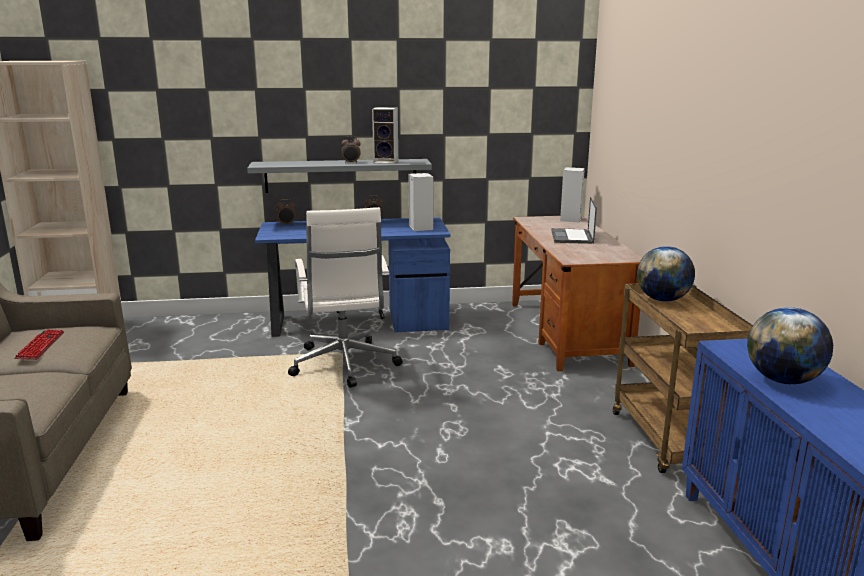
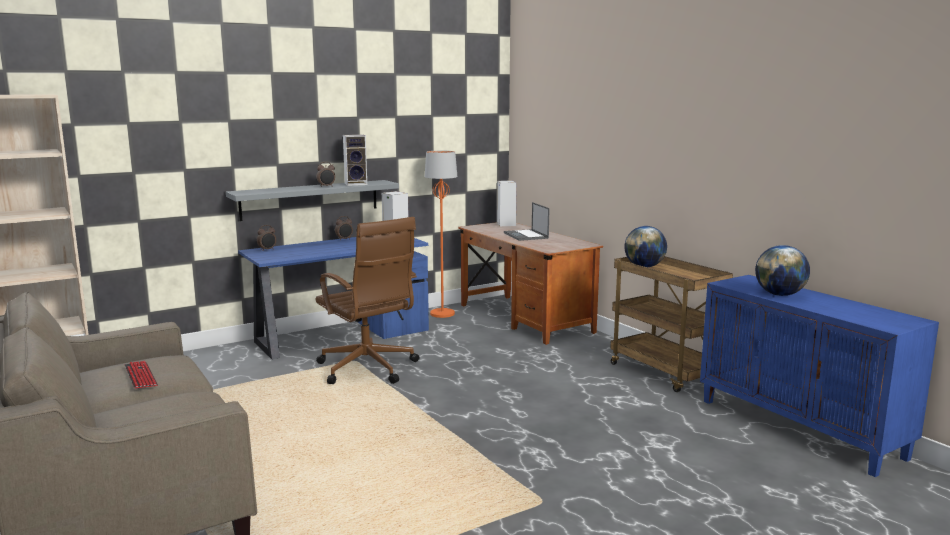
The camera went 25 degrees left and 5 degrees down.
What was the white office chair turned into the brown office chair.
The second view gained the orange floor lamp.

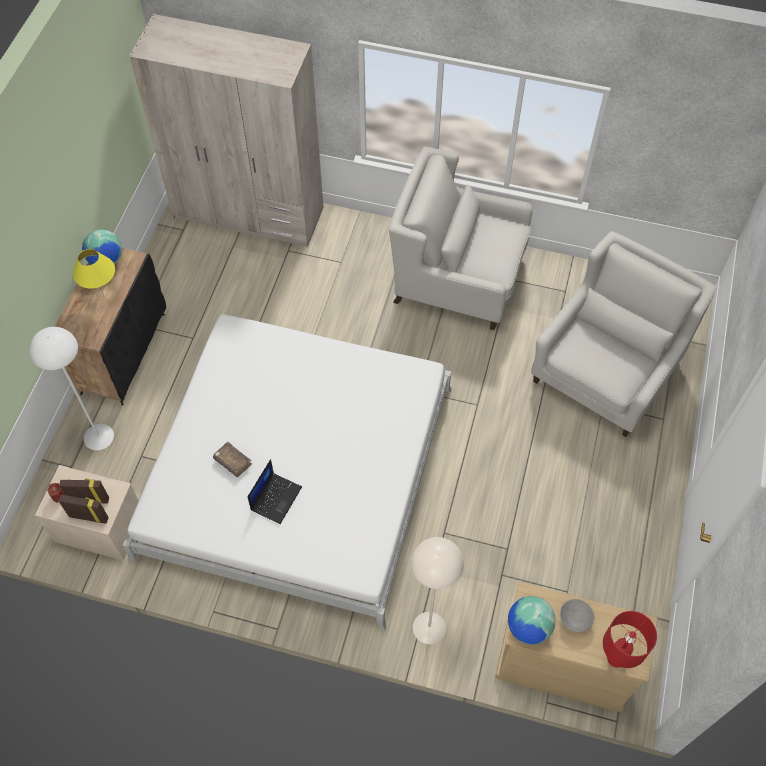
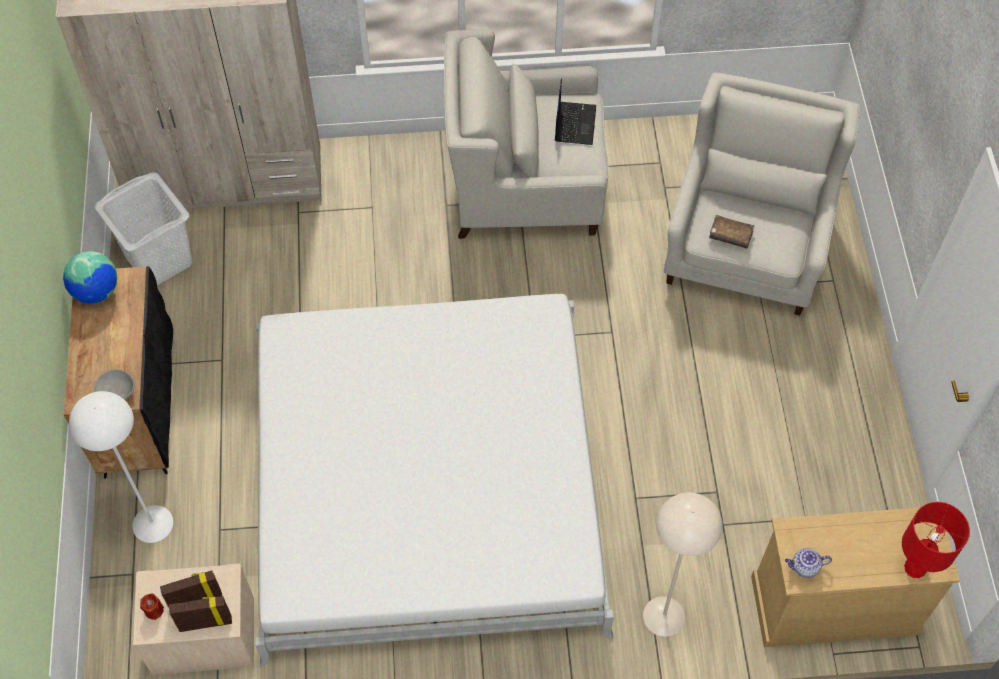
The camera went 20 degrees left and 0 degrees up.
The grey bowl ended up elsewhere.
The second view gained the white laundry basket.
The laptop ended up elsewhere.
The brown book ended up elsewhere.
Where the globe (2nd from left) stood, the teapot came to stand.
The second view lost the yellow table lamp.

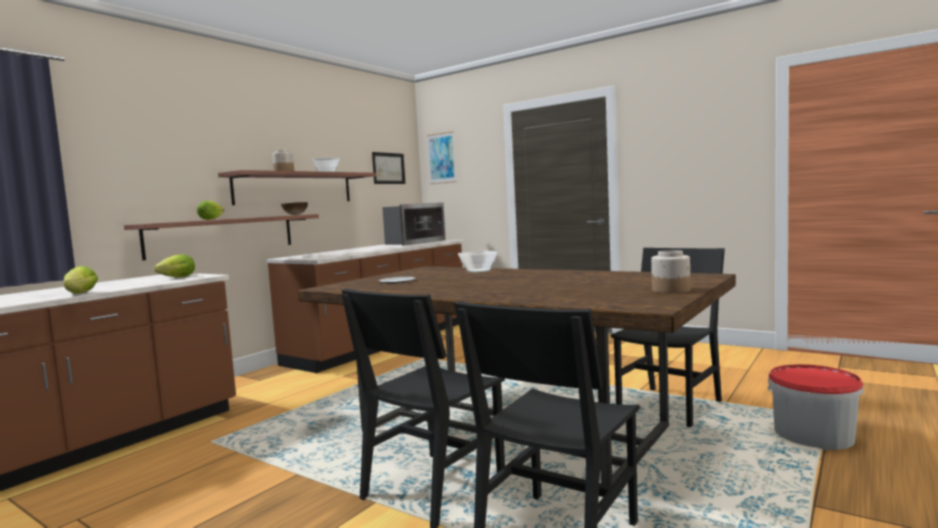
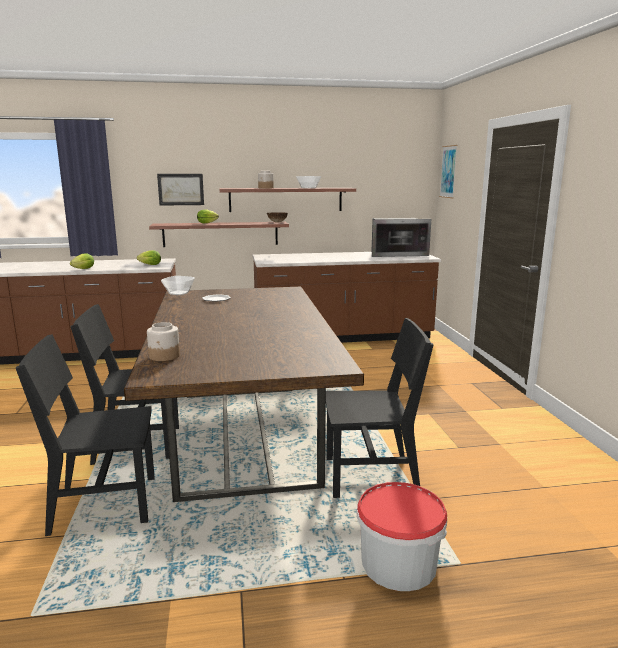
The camera went 45 degrees right and 10 degrees up.
The jar (2nd from left in the first image) ended up elsewhere.
The picture (1st from left) ended up elsewhere.
The bowl (3rd from left in the first image) ended up elsewhere.

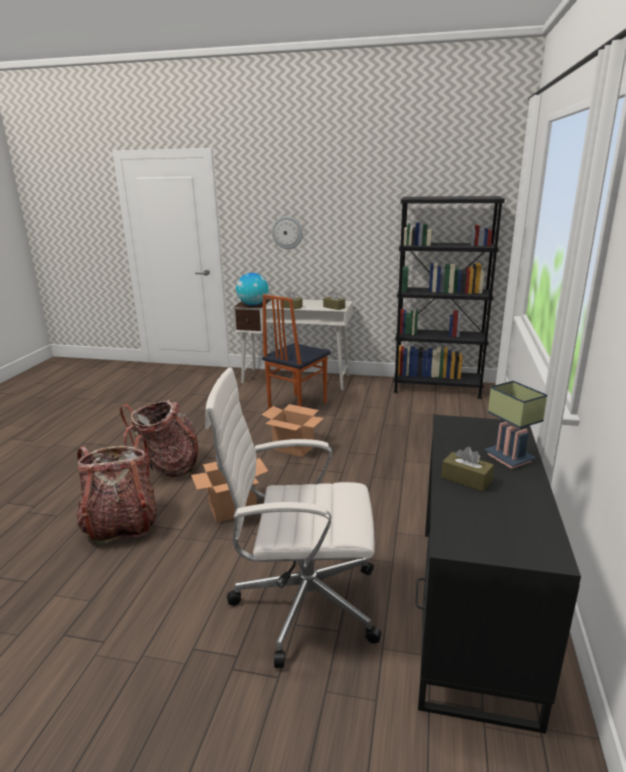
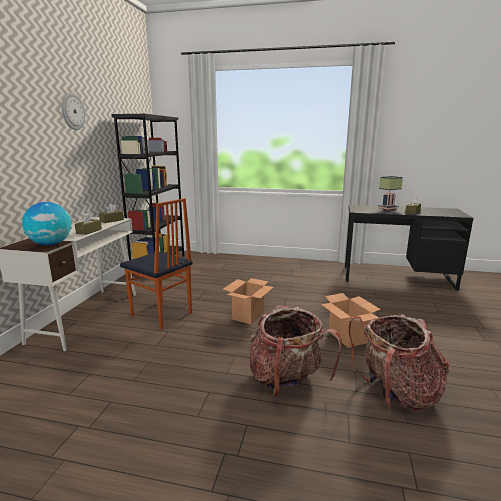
The camera went 90 degrees left and 5 degrees down.
The wall clock ended up elsewhere.
The second view lost the white office chair.

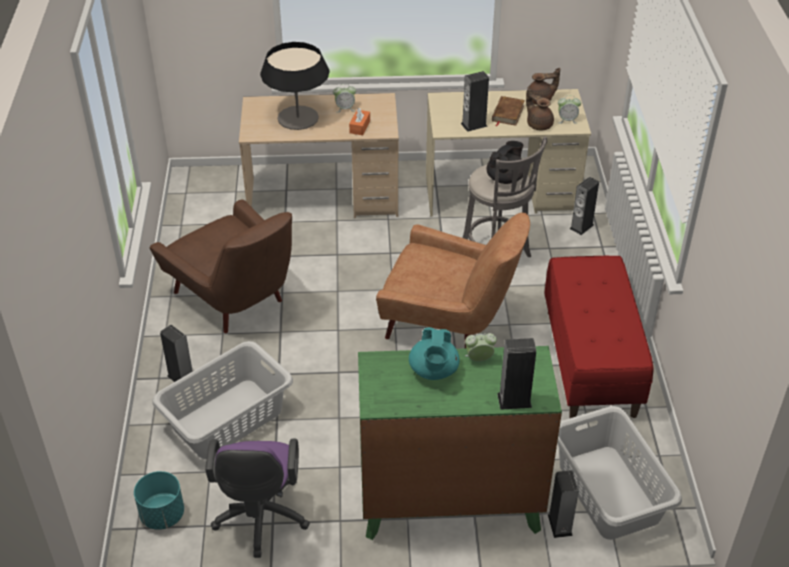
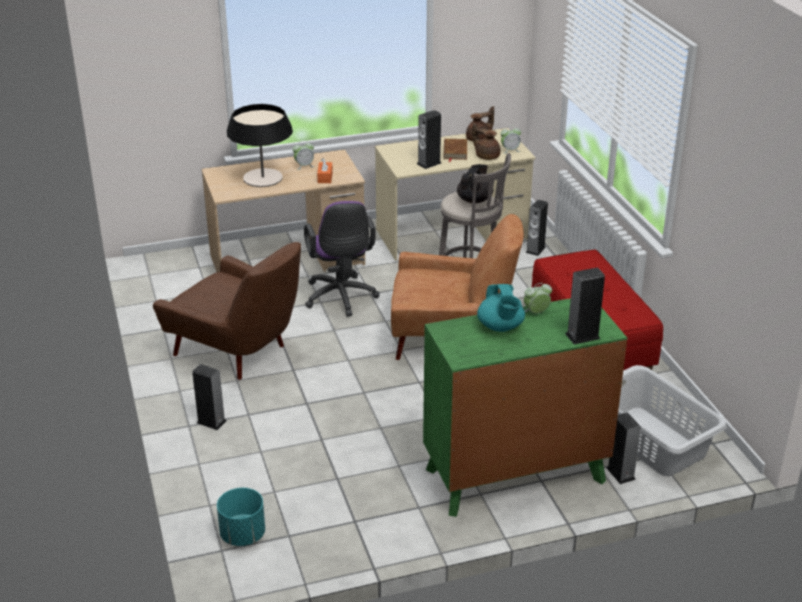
The camera went 15 degrees left and 10 degrees down.
The purple office chair ended up elsewhere.
The second view lost the grey laundry basket (1st from left).

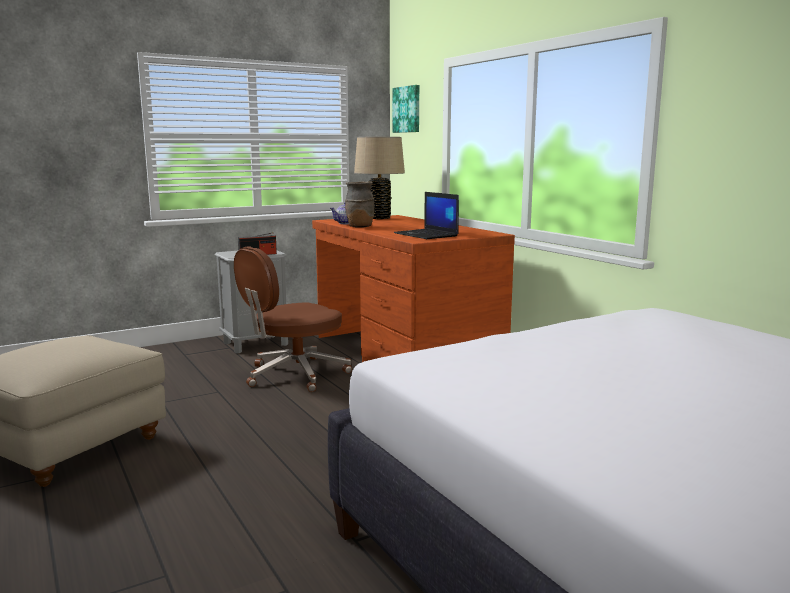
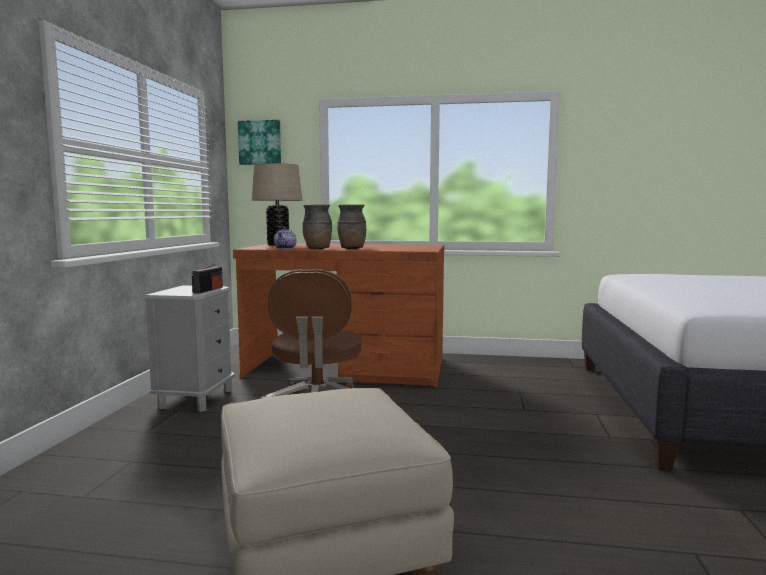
The camera went 50 degrees left and 5 degrees down.
The second view gained the brown vase (2nd from left).
The second view lost the laptop.

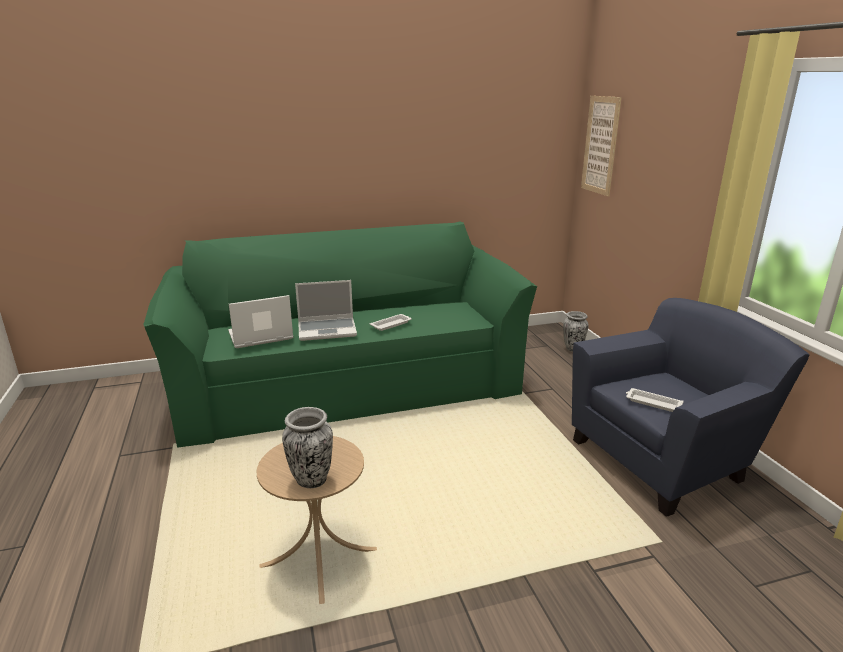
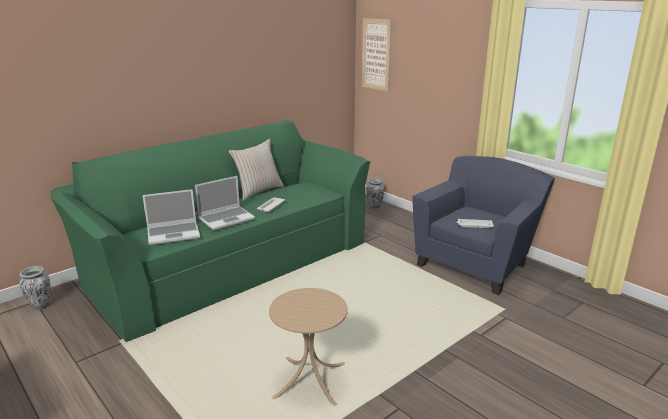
The camera went 25 degrees left and 0 degrees up.
The vase (1st from left) ended up elsewhere.
The laptop (1st from left) ended up facing another way, 150 degrees counterclockwise from before.
The second view gained the beige pillow.

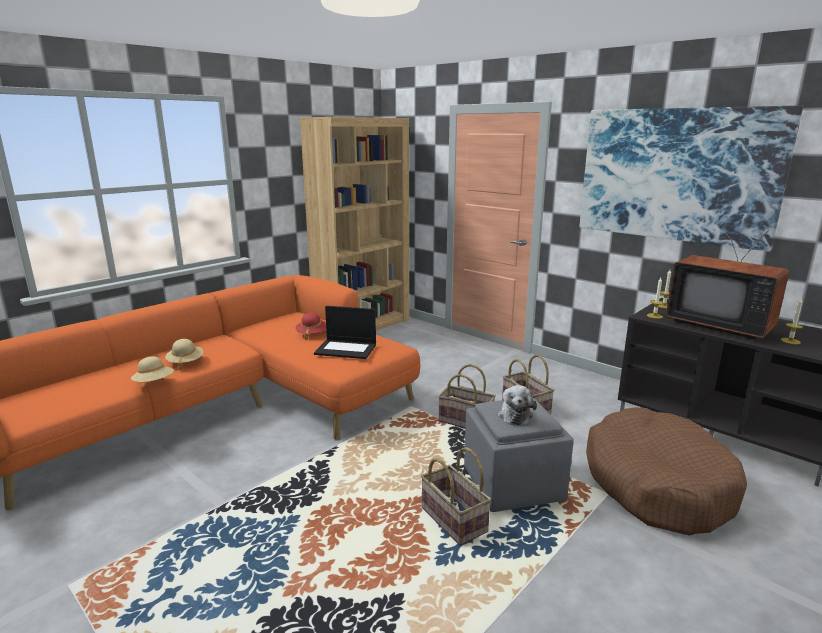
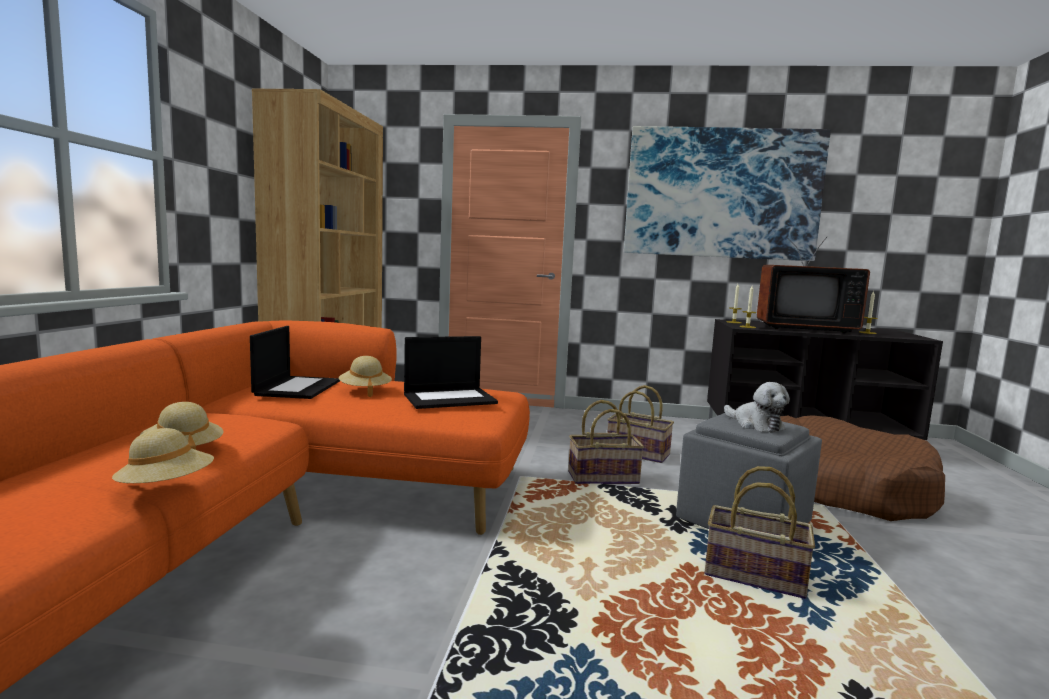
The camera went 35 degrees left and 10 degrees down.
The second view gained the laptop (1st from left).
What was the red hat turned into the beige hat (3rd from left).

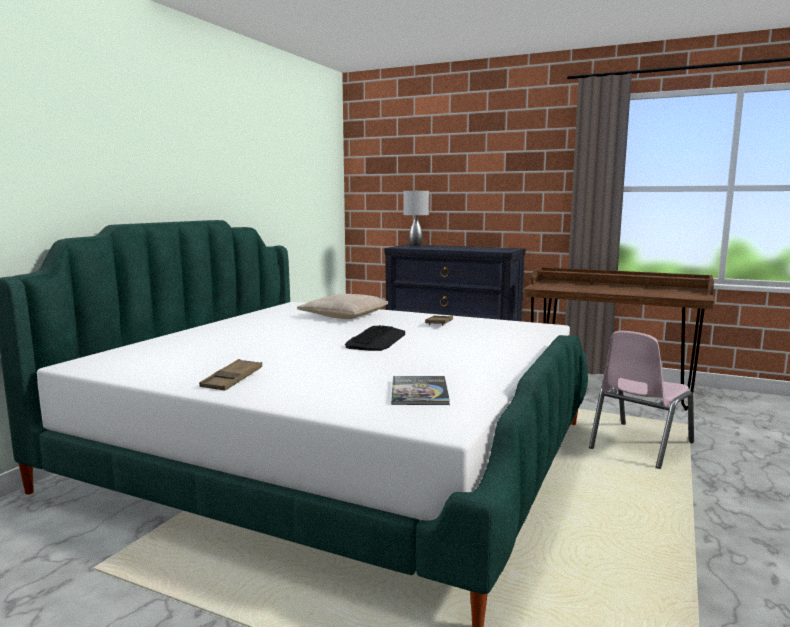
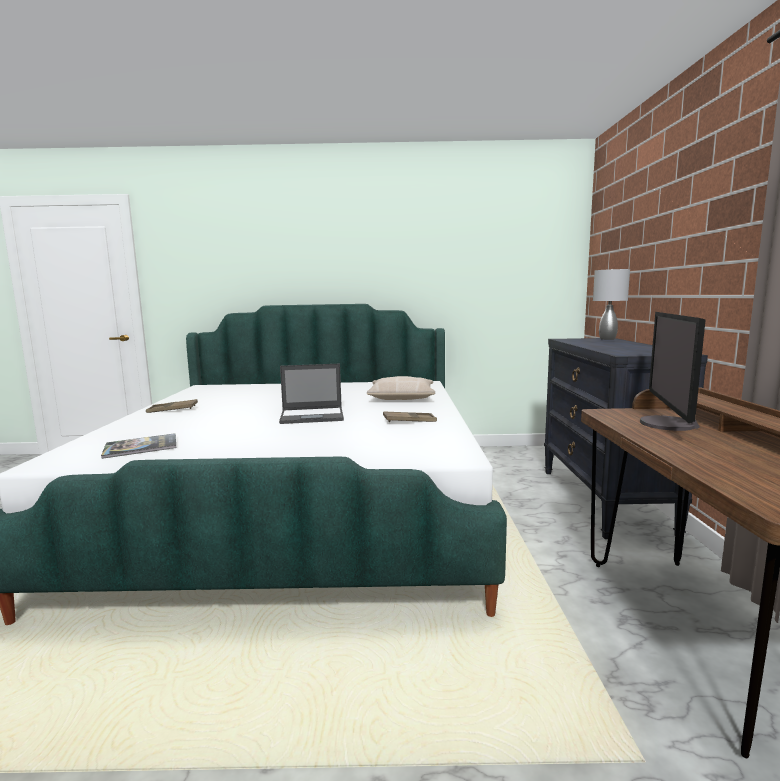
The camera went 65 degrees right and 0 degrees up.
Where the keyboard stood, the laptop came to stand.
The second view gained the monitor.
The second view lost the pink chair.

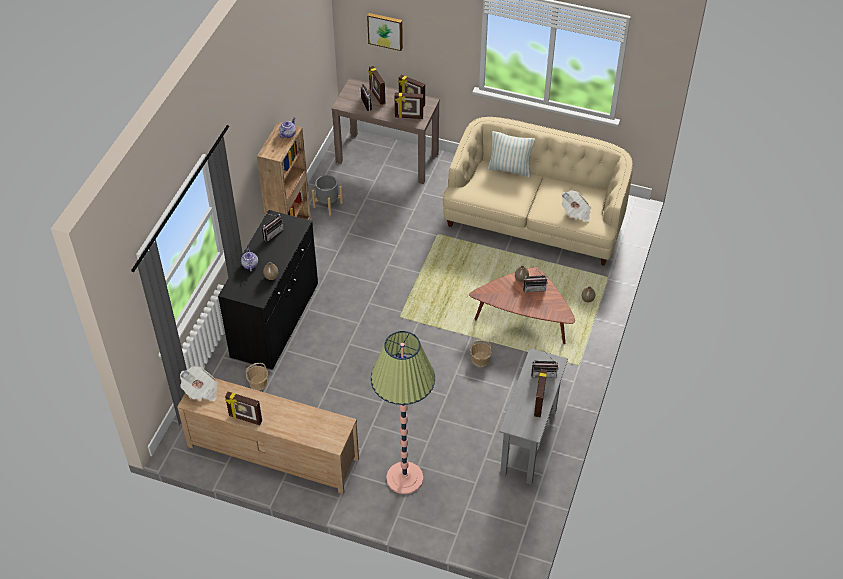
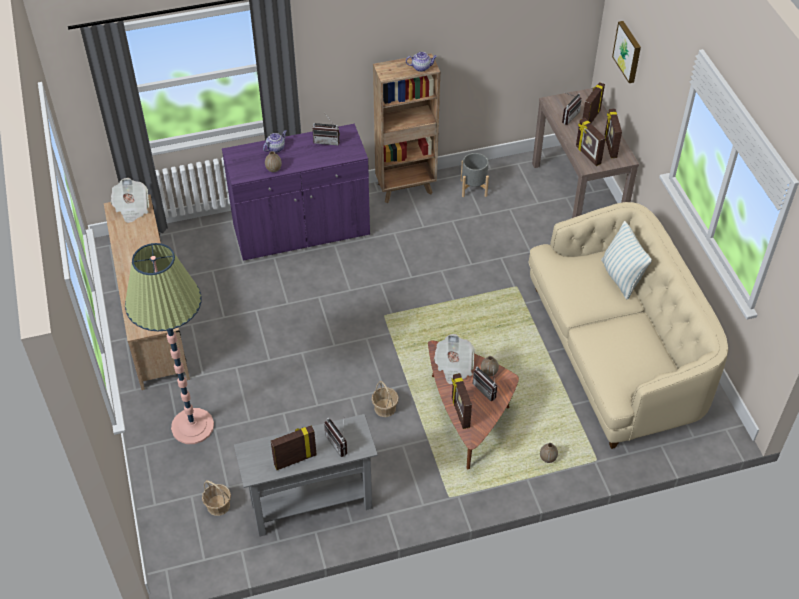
The camera went 55 degrees right and 0 degrees up.
The basket (1st from left) ended up elsewhere.
What was the black cabinet turned into the purple cabinet.
The newspaper (2nd from left) ended up elsewhere.
The picture frame (1st from left in the first image) ended up elsewhere.

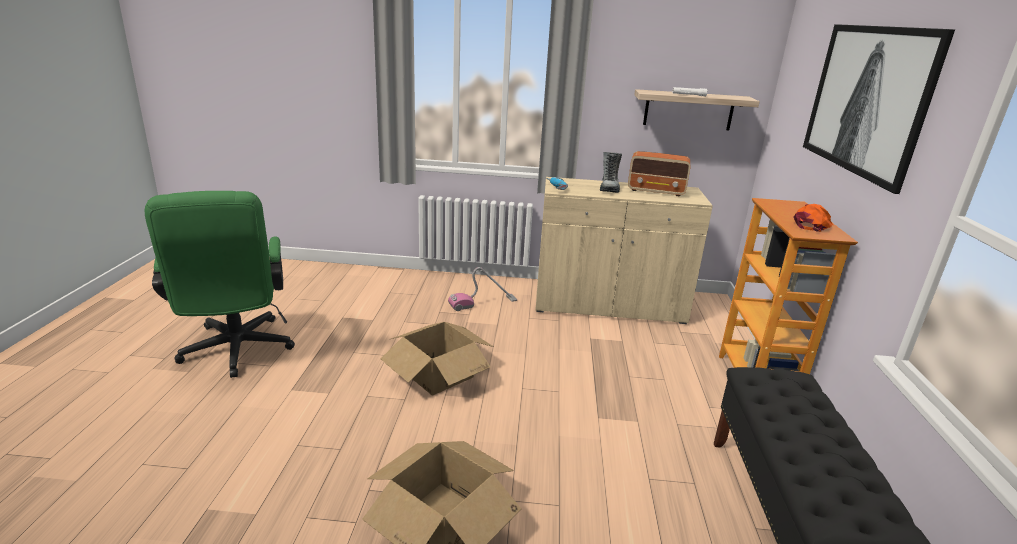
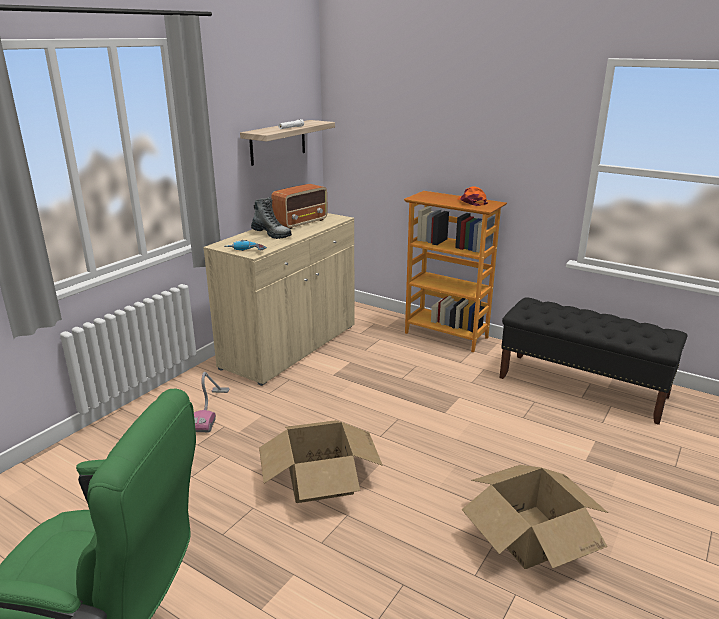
The camera went 60 degrees left and 0 degrees up.
The second view lost the picture.

